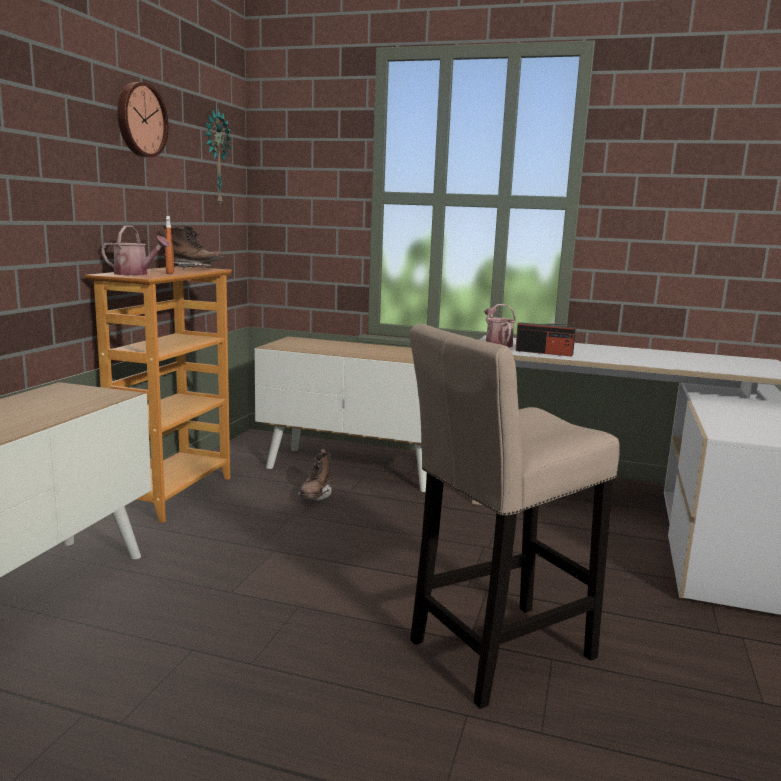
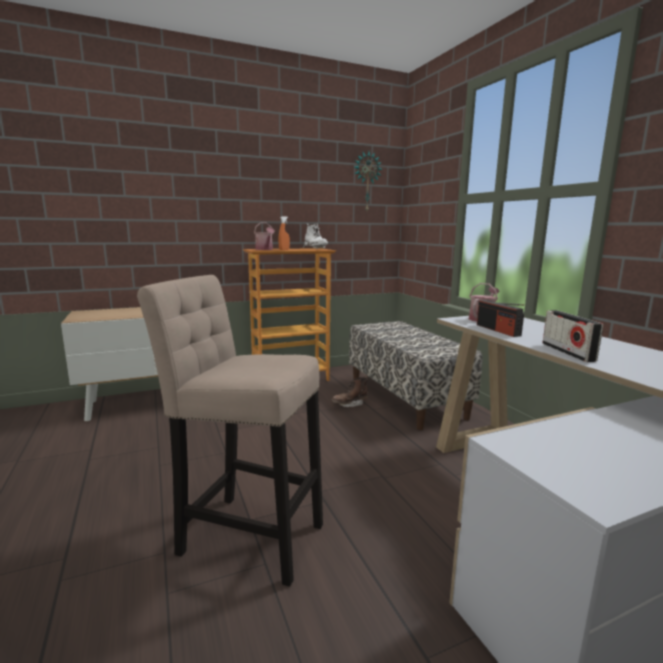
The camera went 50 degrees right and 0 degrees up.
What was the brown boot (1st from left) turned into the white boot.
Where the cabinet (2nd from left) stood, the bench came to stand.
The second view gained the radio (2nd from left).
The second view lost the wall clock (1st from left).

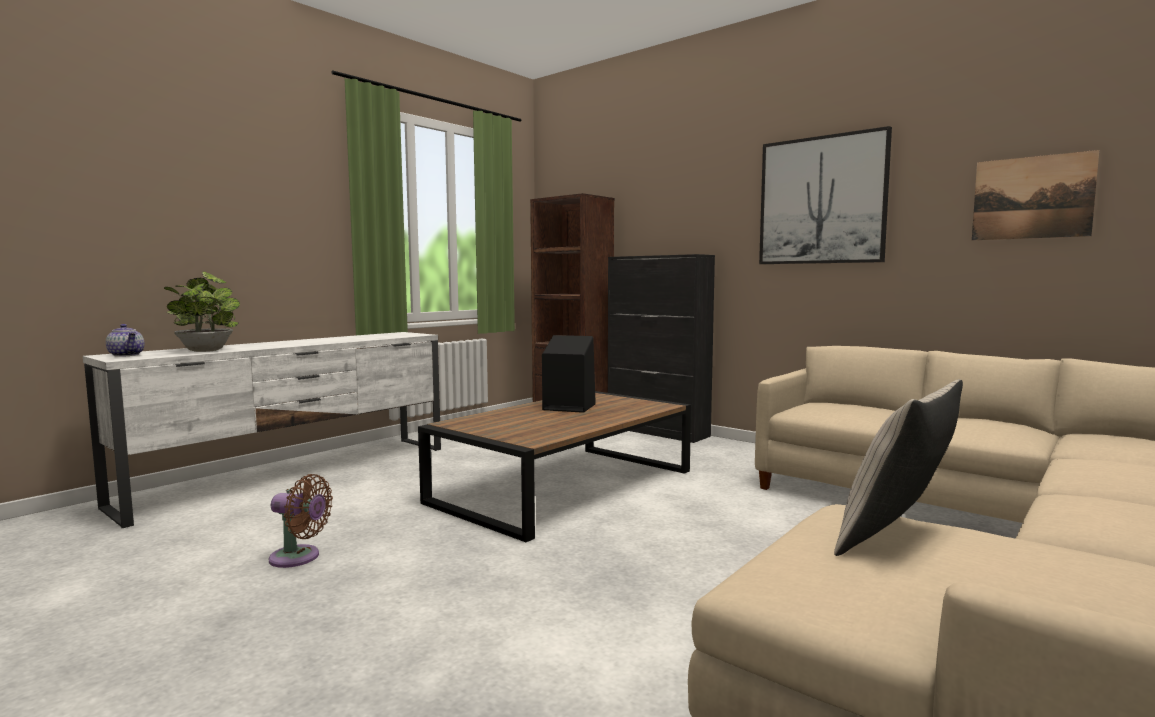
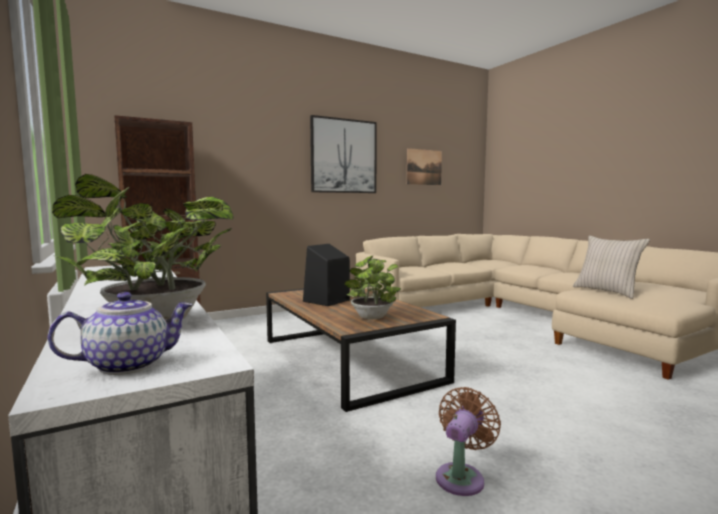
The camera went 70 degrees left and 0 degrees up.
The second view gained the potted plant (2nd from left).
The second view lost the black cabinet.

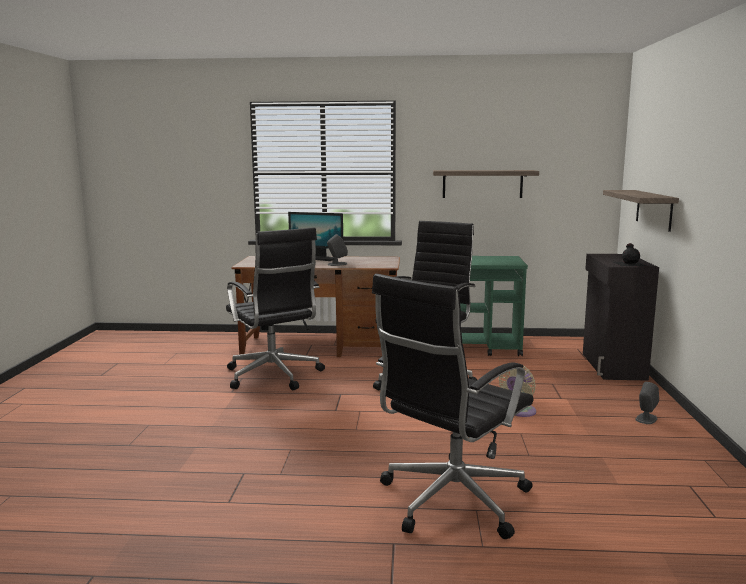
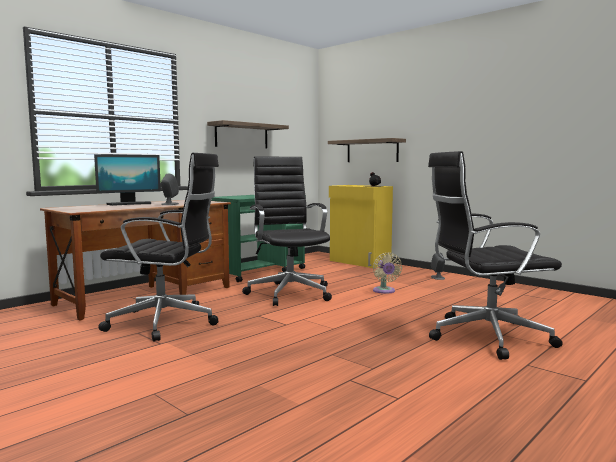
The camera went 50 degrees left and 5 degrees down.
What was the black cabinet turned into the yellow cabinet.
The black office chair (3rd from left) ended up facing another way, 90 degrees clockwise from before.

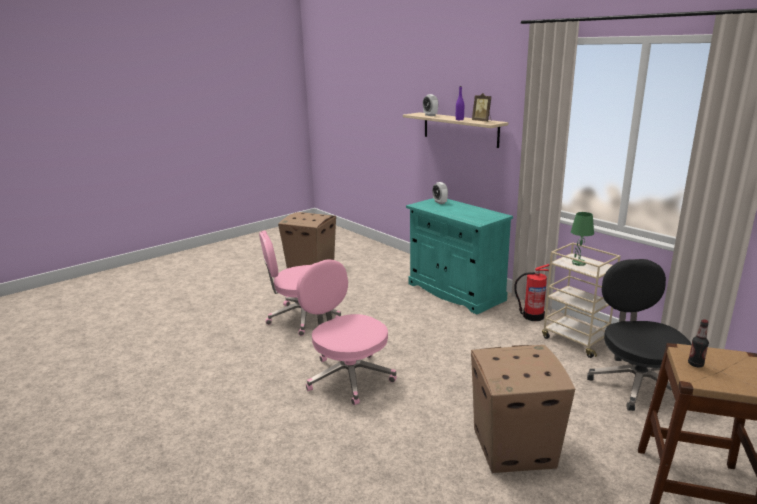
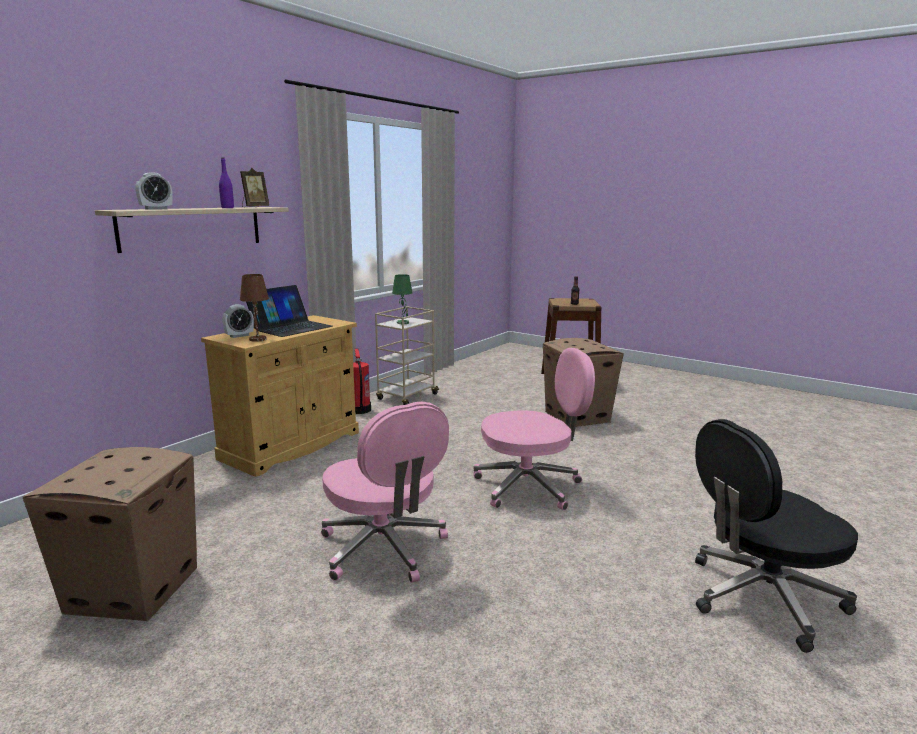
The camera went 105 degrees left and 5 degrees down.
What was the turquoise cabinet turned into the beige cabinet.
The second view gained the brown table lamp.
The second view gained the laptop.
The pink office chair (2nd from left) ended up facing another way, 135 degrees counterclockwise from before.
The black office chair ended up elsewhere.

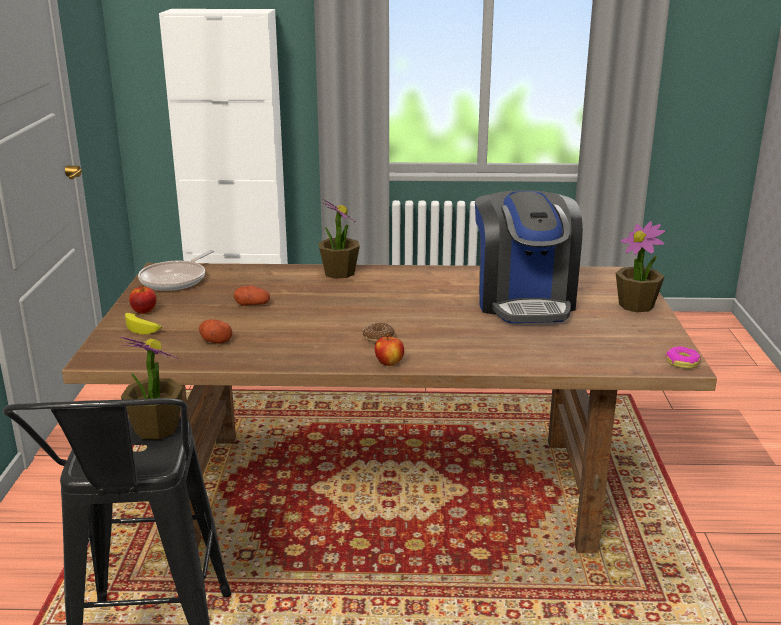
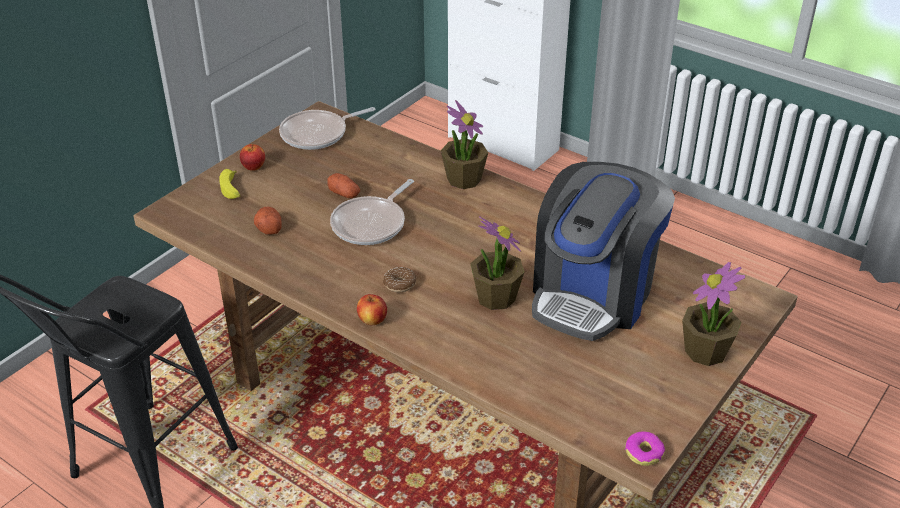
The camera went 35 degrees right and 15 degrees up.
The second view gained the frying pan (2nd from left).
The potted plant (1st from left in the first image) ended up elsewhere.

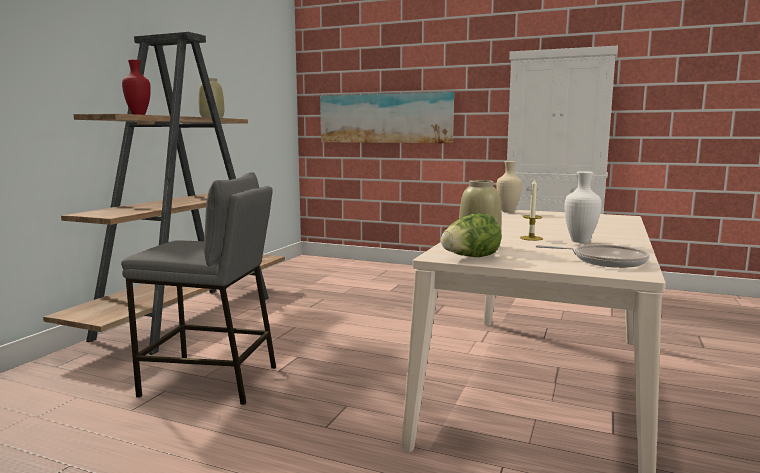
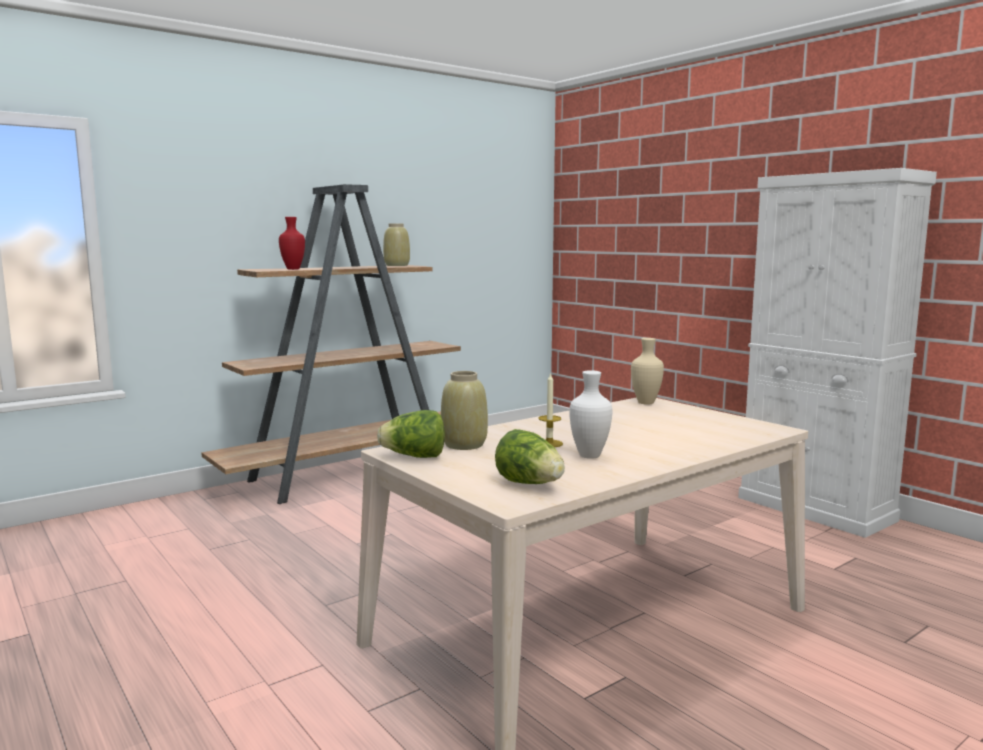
The camera went 30 degrees right and 0 degrees up.
Where the frying pan stood, the lettuce (2nd from left) came to stand.
The second view lost the grey stool.
The second view lost the picture.

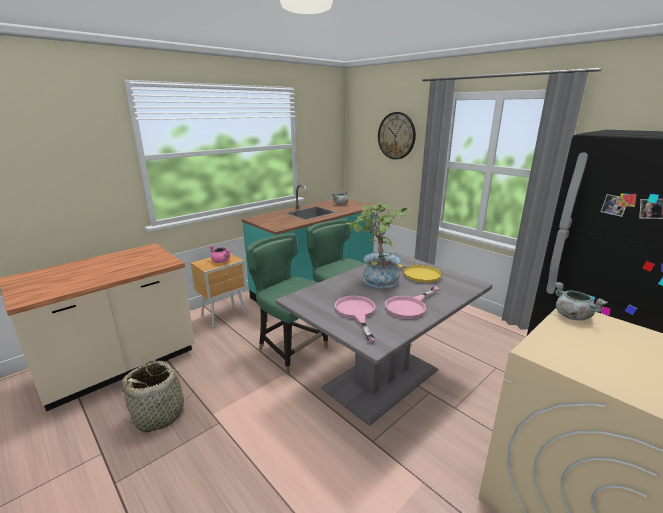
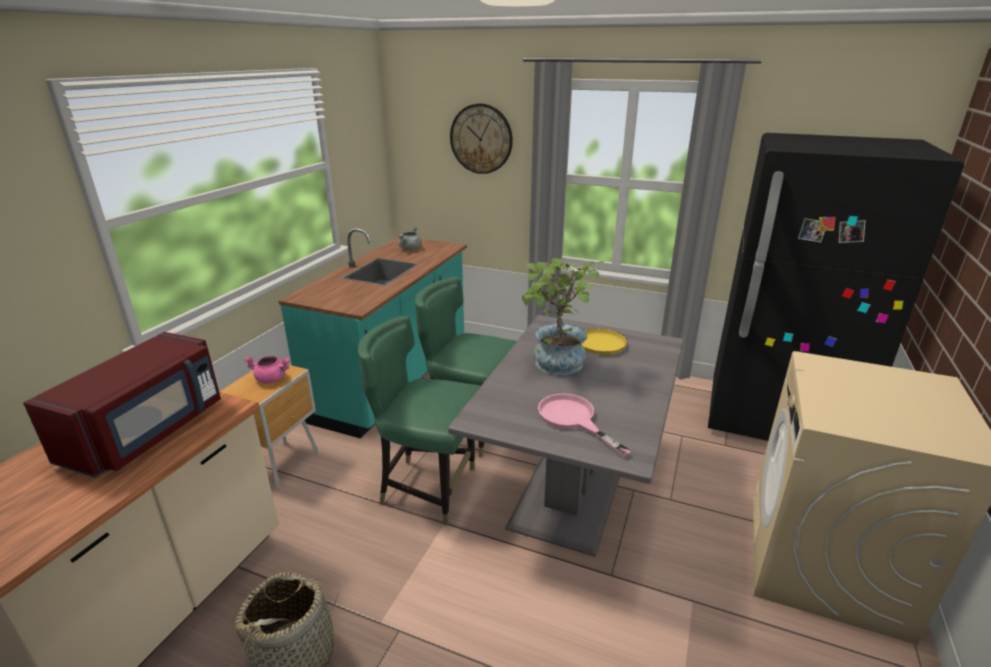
The camera went 25 degrees left and 5 degrees up.
The second view gained the red microwave.
The second view lost the pink frying pan (2nd from left).
The second view lost the grey cooking pot (2nd from left).

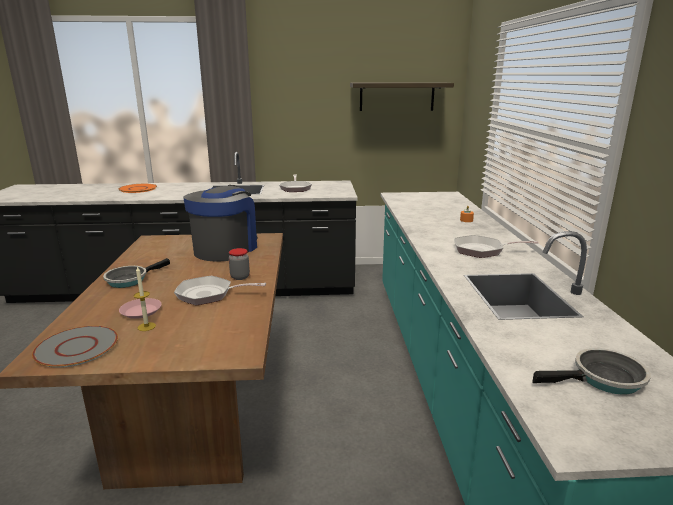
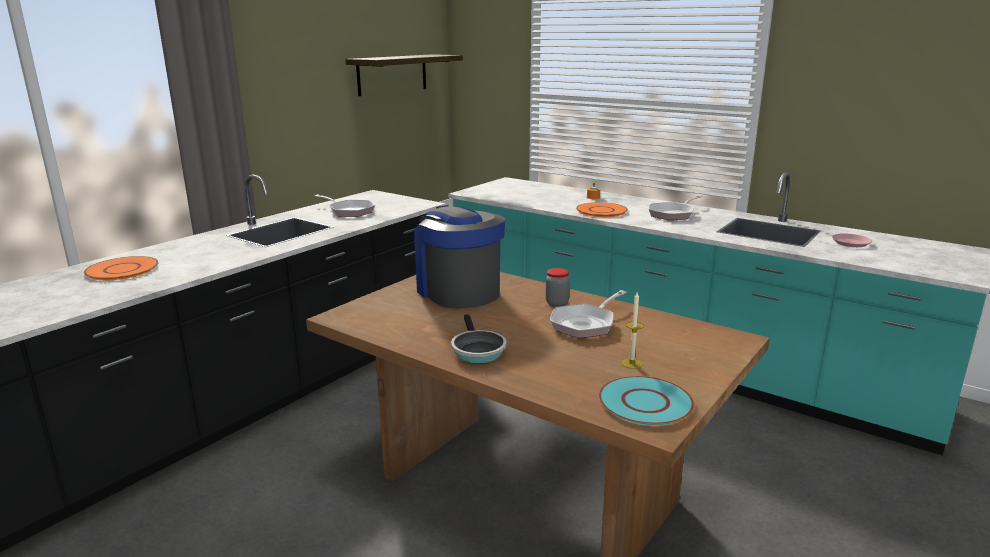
The camera went 50 degrees left and 0 degrees up.
The second view gained the orange plate (2nd from left).
What was the grey plate turned into the turquoise plate.
The pink plate ended up elsewhere.
The second view lost the frying pan (5th from left).

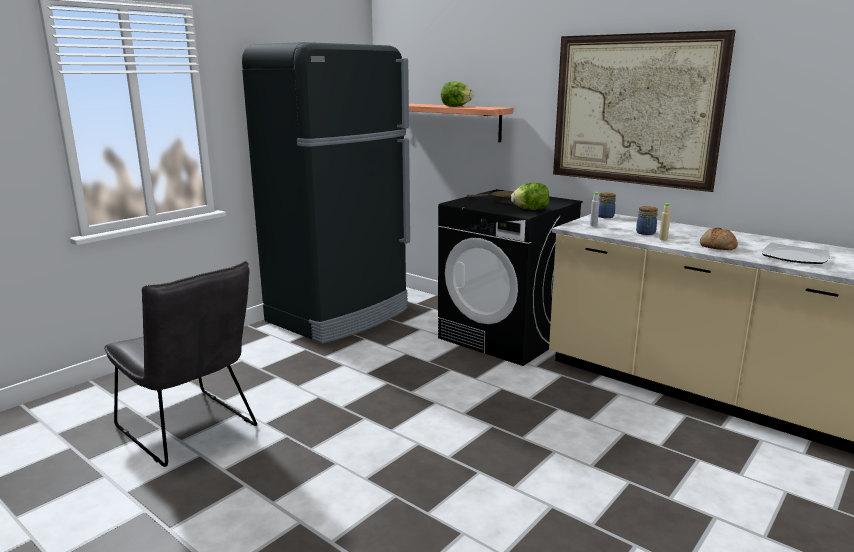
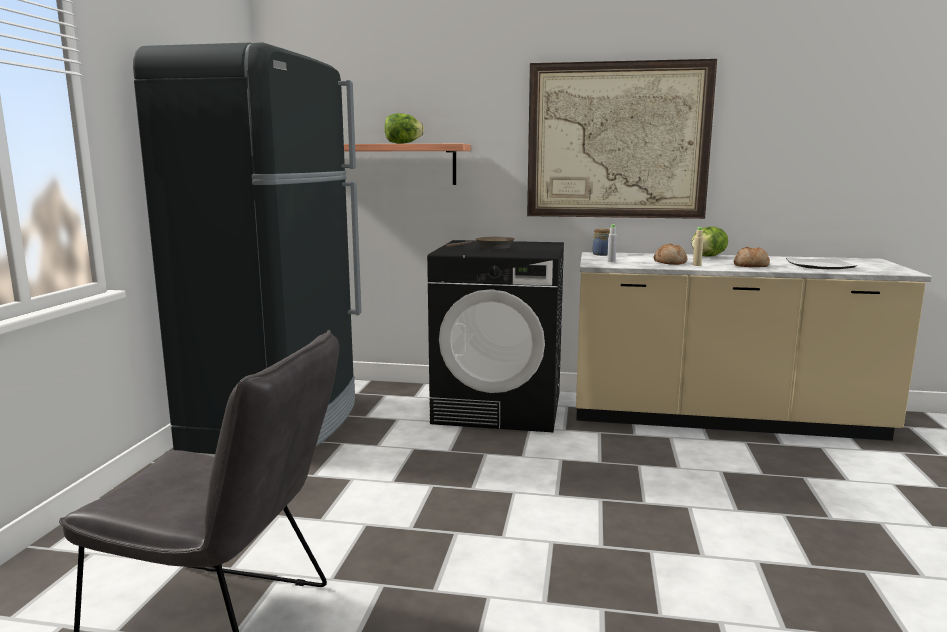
The camera went 30 degrees left and 5 degrees down.
Where the jar (2nd from left) stood, the bread (1st from left) came to stand.
The lettuce (2nd from left) ended up elsewhere.

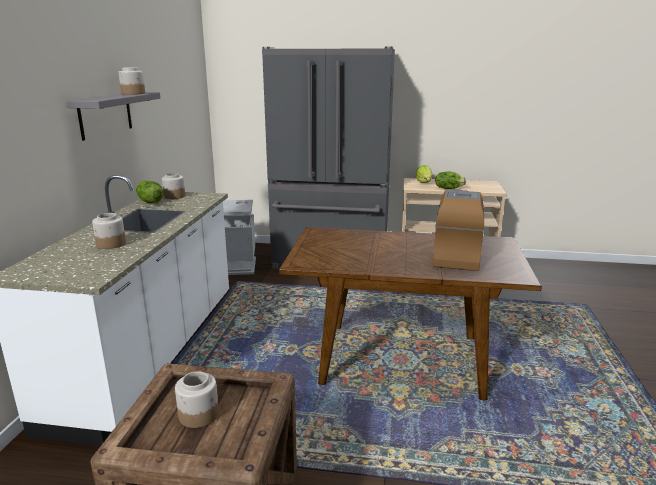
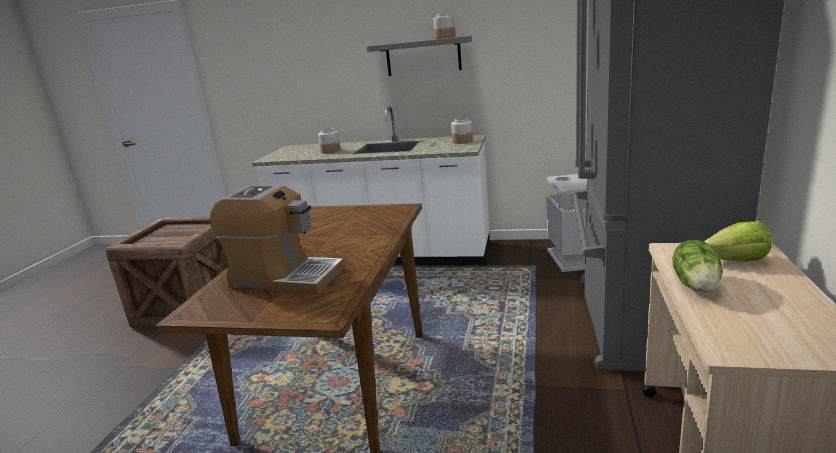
The camera went 95 degrees right and 0 degrees up.
The second view lost the lettuce (1st from left).
The second view lost the jar (4th from left).

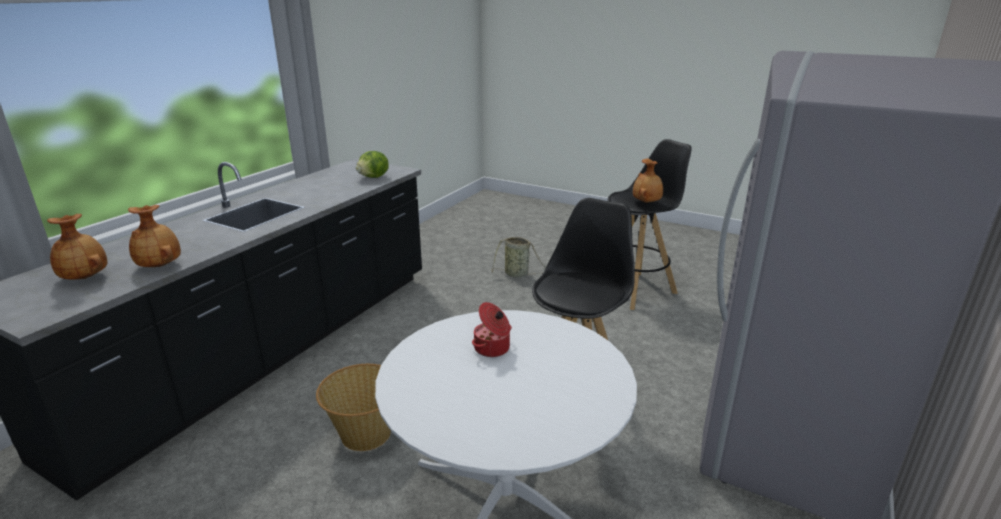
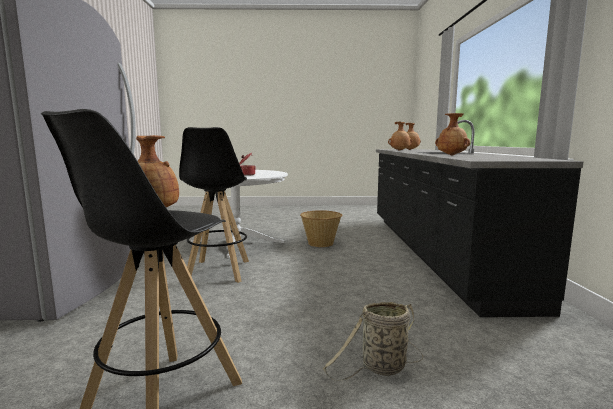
The camera went 150 degrees right and 15 degrees down.
The second view gained the brown vase (4th from left).
The second view lost the lettuce.

